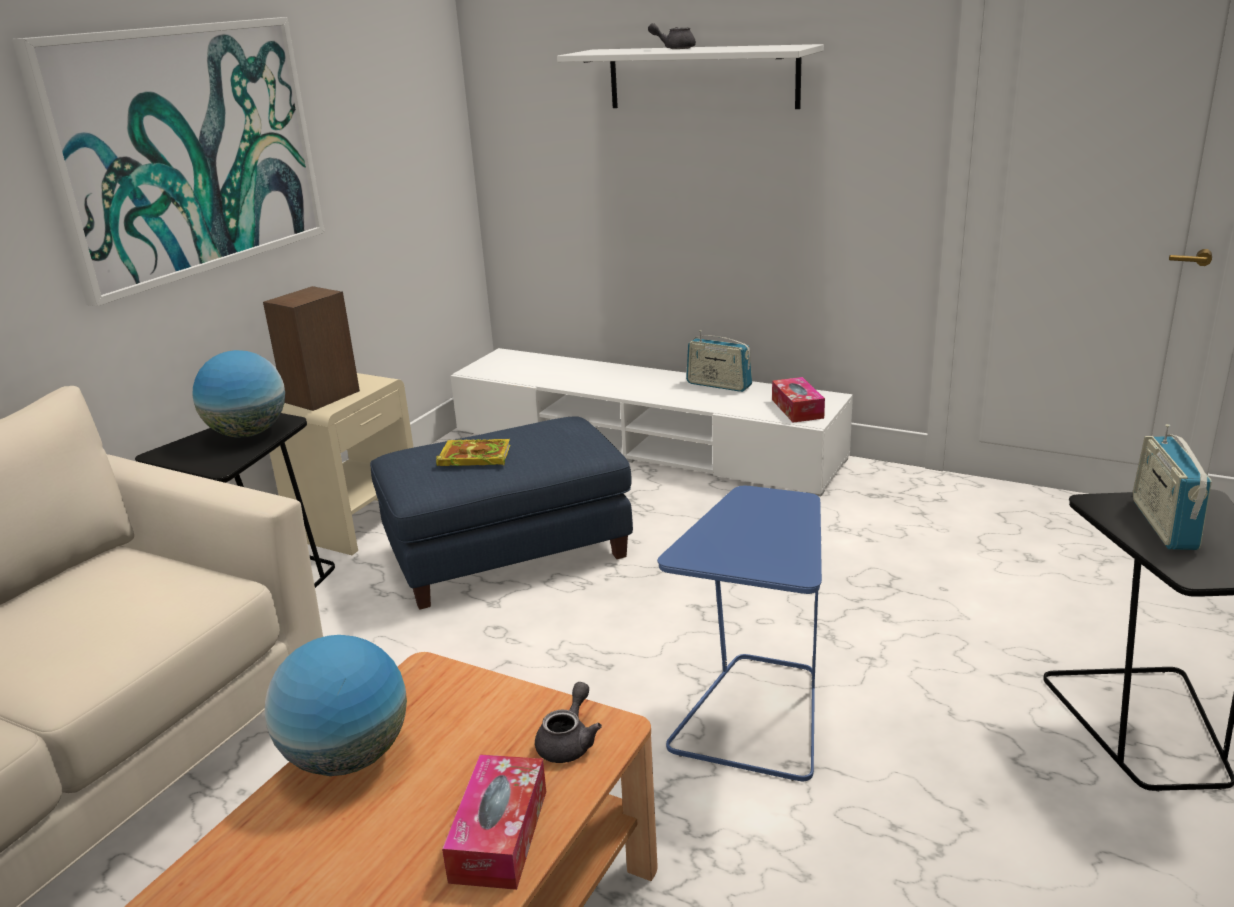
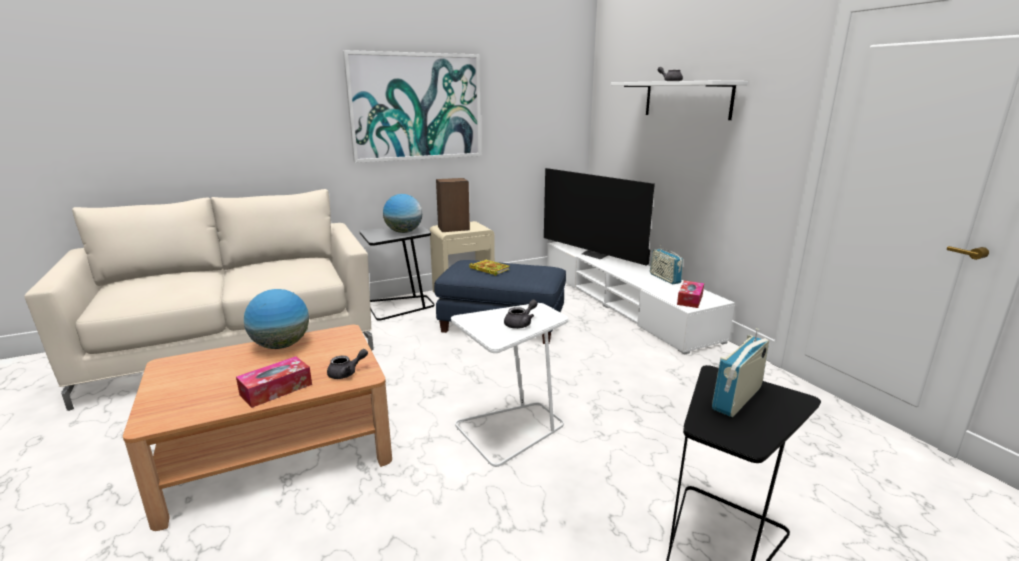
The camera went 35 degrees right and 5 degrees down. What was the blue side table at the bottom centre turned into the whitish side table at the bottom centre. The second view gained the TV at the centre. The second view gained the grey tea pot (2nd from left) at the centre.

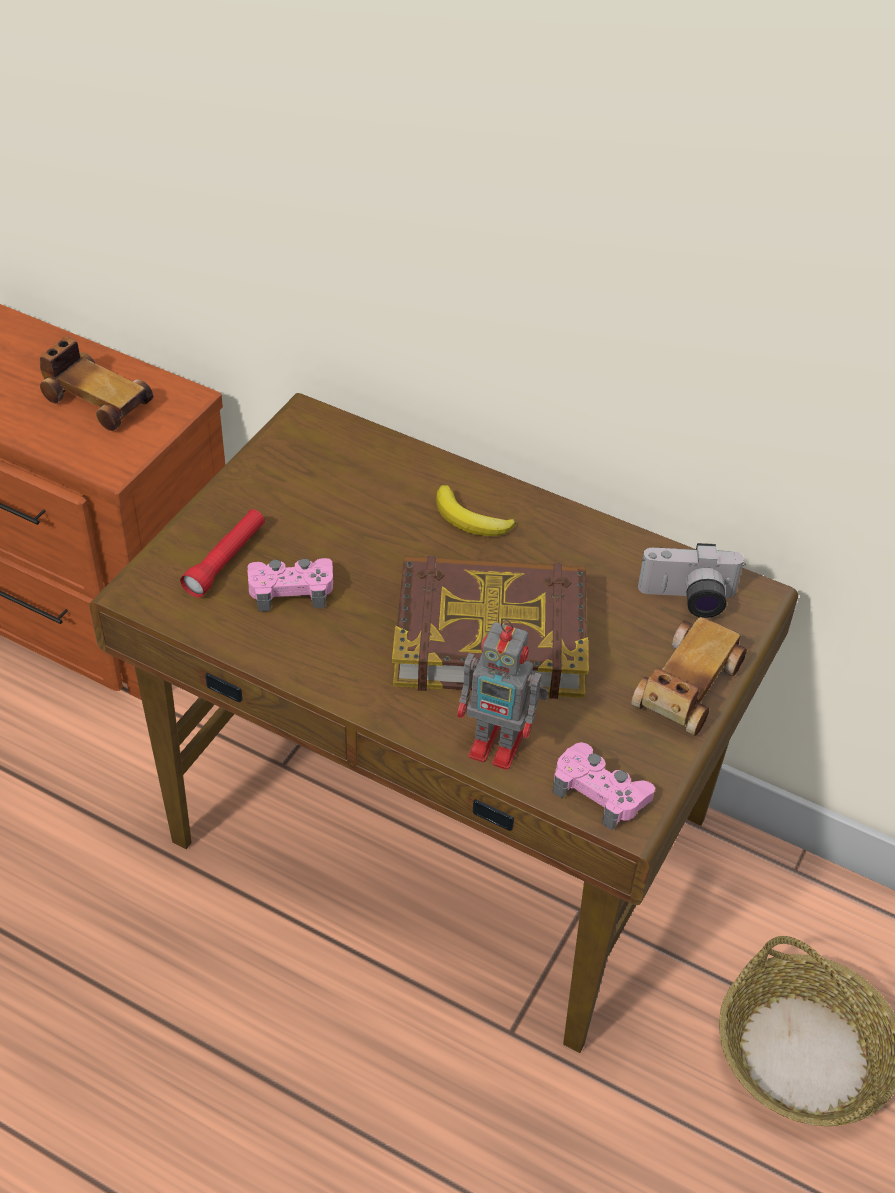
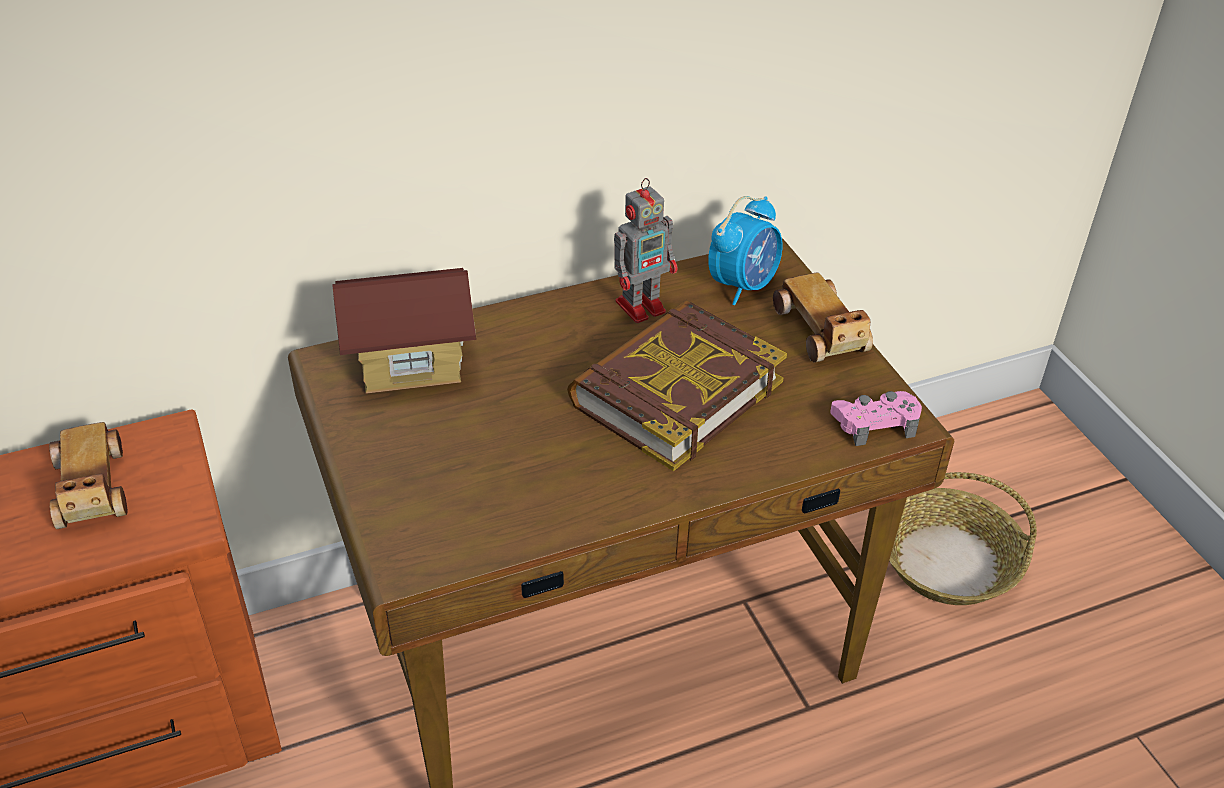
The camera went 50 degrees left and 5 degrees down. The model car (1st from left) at the top left ended up facing another way, 90 degrees counterclockwise from before. The second view lost the banana at the centre. The second view lost the reddish hand torch at the middle left. Where the still camera stood at the middle right, the bedside clock came to stand at the top centre. The second view lost the pink-coloured joypad (1st from left) at the middle left. The toy robot ended up elsewhere, having gone from the centre to the top centre. The second view gained the model house at the middle left.

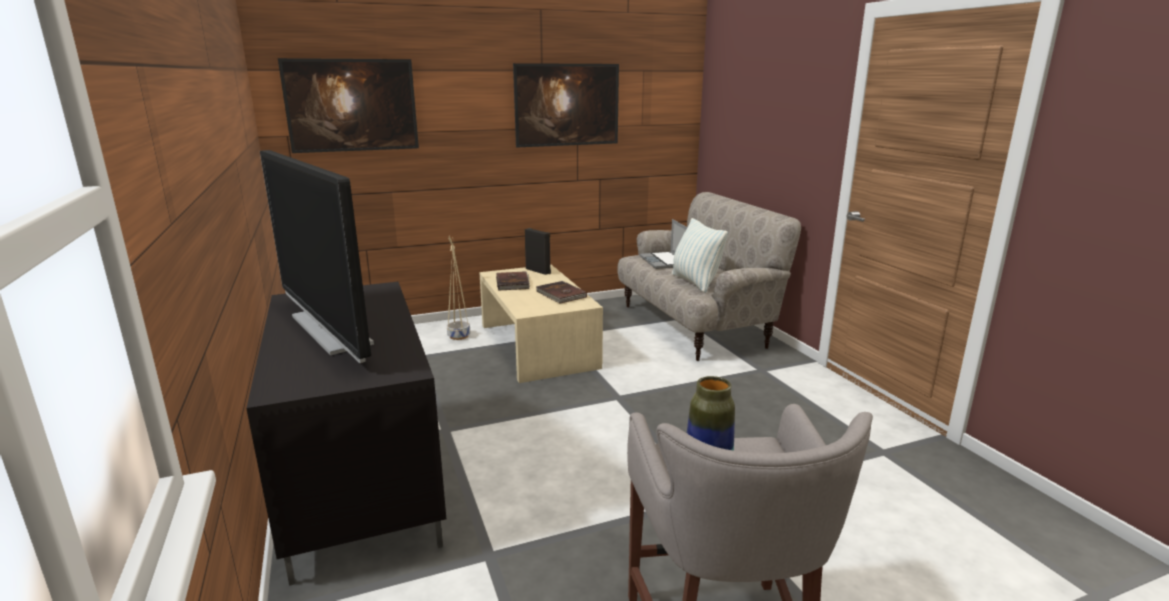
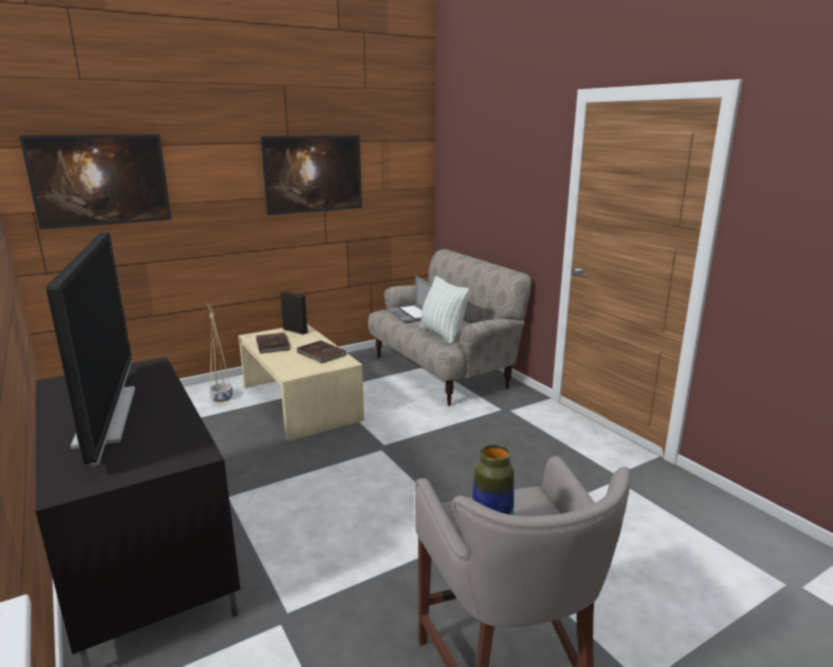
The camera went 10 degrees left and 0 degrees up. The TV at the middle left ended up facing another way, 150 degrees counterclockwise from before.

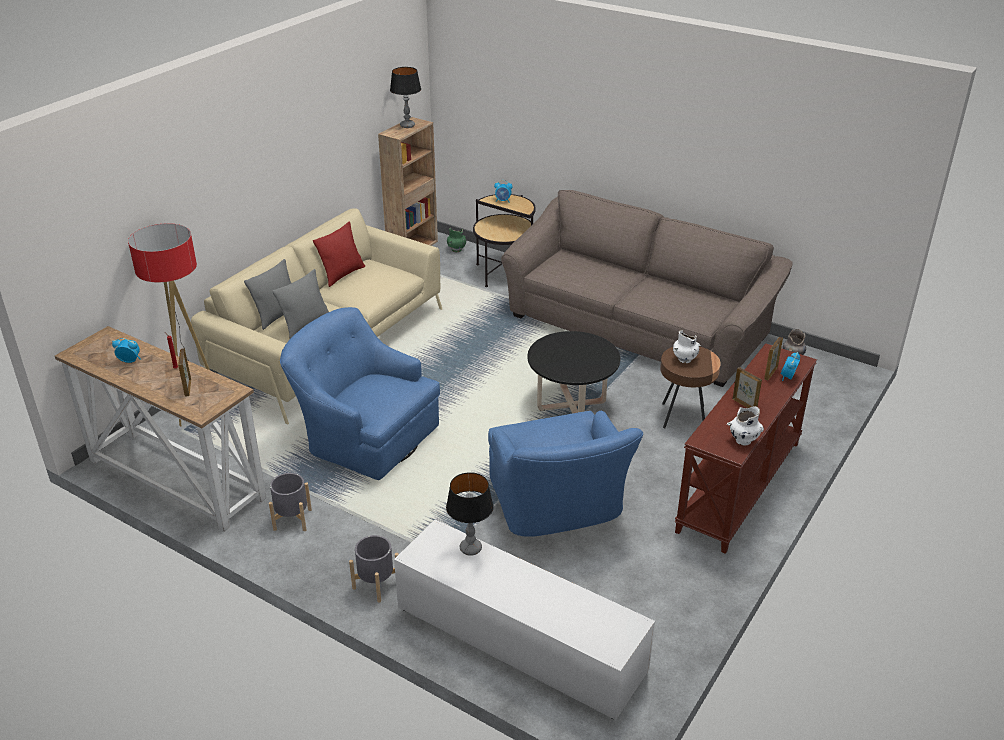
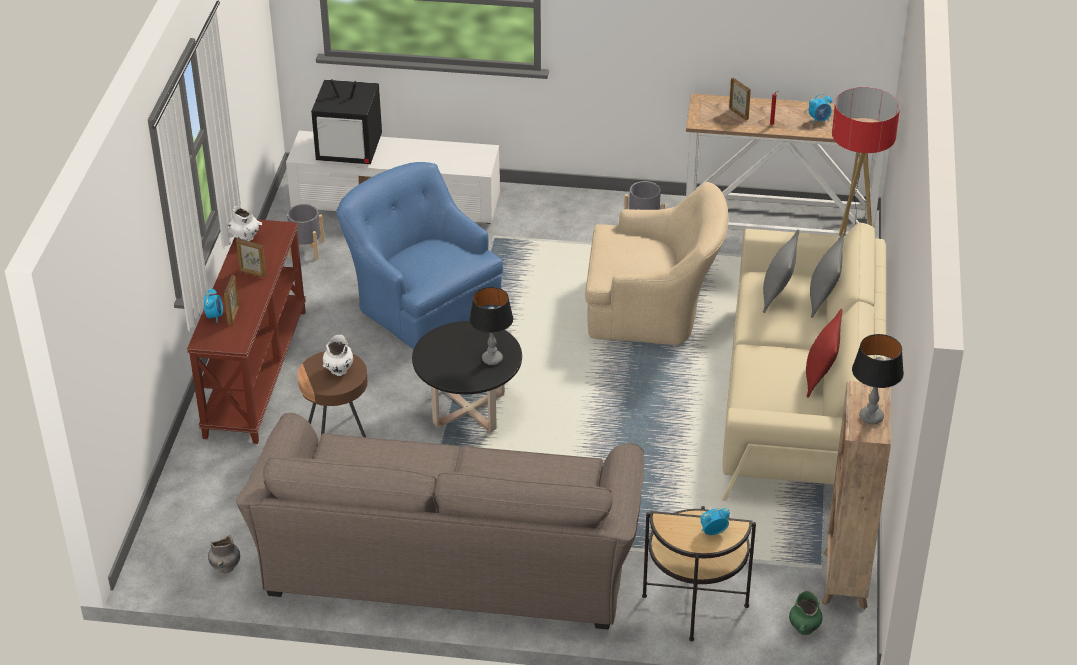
The camera went 155 degrees right and 5 degrees up. What was the blue easy chair (1st from left) at the centre turned into the beige-coloured easy chair at the centre. The table lamp (2nd from left in the first image) ended up elsewhere, having gone from the bottom centre to the centre. The grey plant pot (2nd from left in the first image) ended up elsewhere, having gone from the bottom centre to the middle left. The second view gained the TV at the top left.

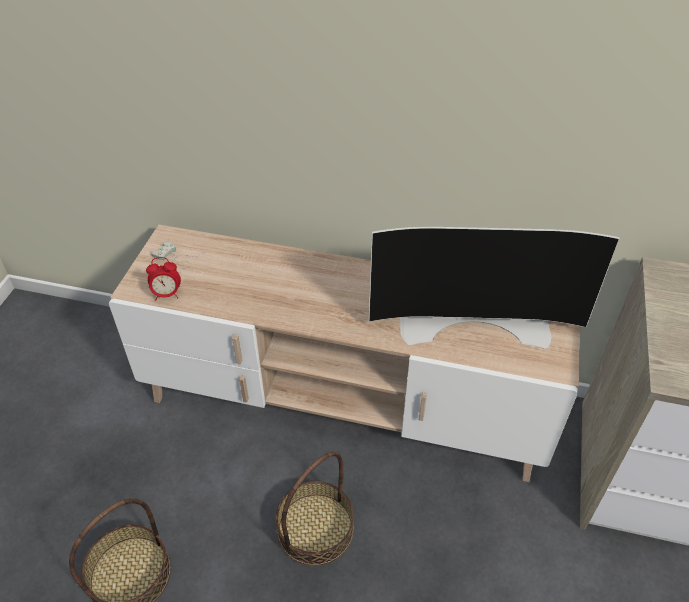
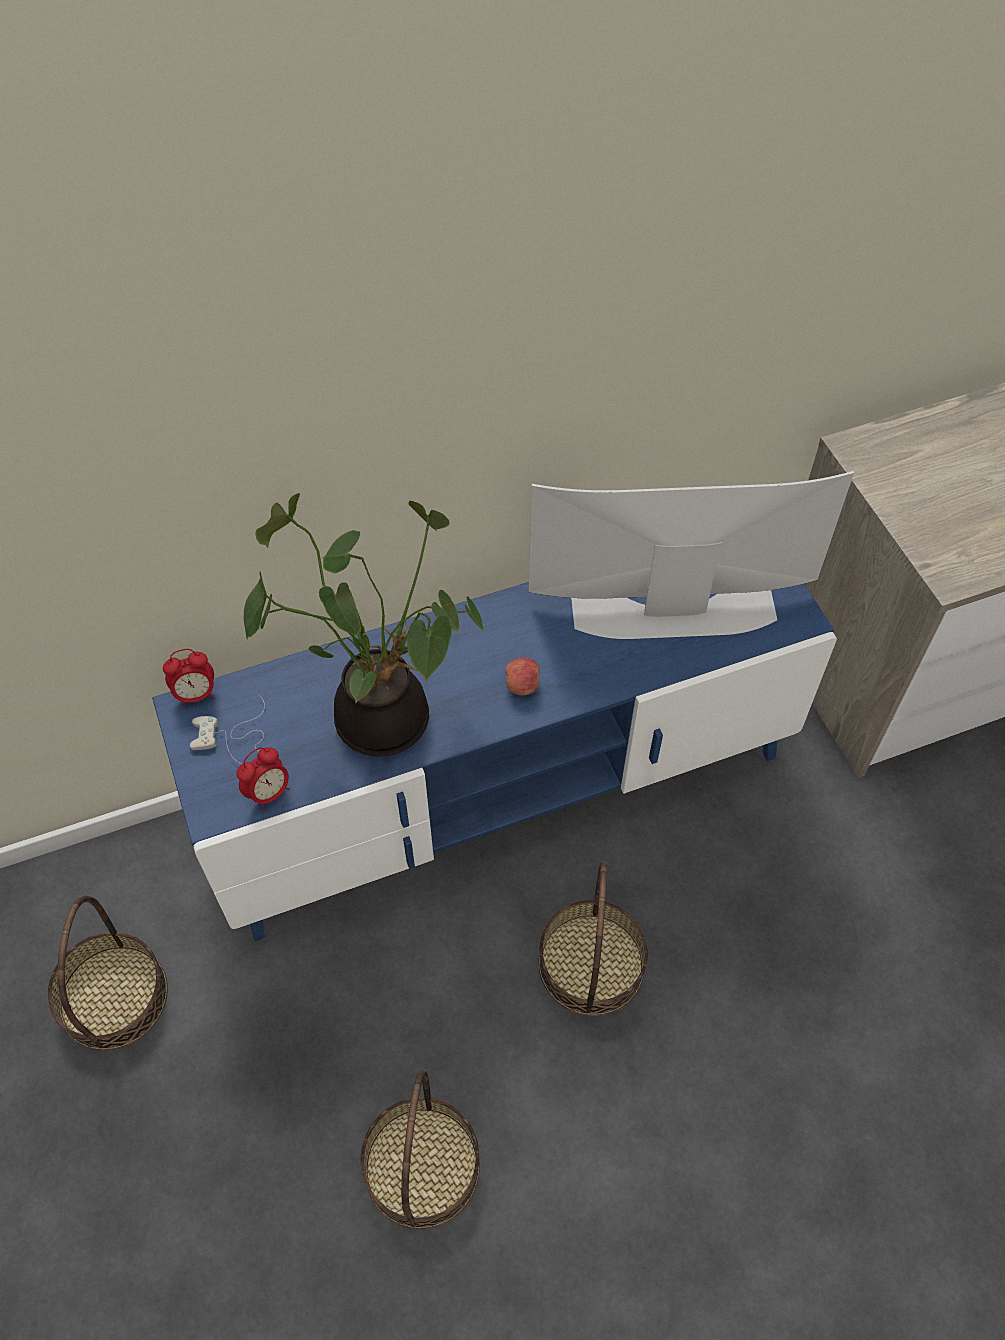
The camera went 35 degrees left and 10 degrees up. What was the beige-coloured tv stand at the centre turned into the blue tv stand at the centre. The TV at the middle right ended up facing another way, 150 degrees counterclockwise from before. The second view gained the houseplant at the centre. The second view gained the bedside clock (1st from left) at the middle left. The second view gained the apple at the centre. The second view gained the basket (1st from left) at the bottom left.

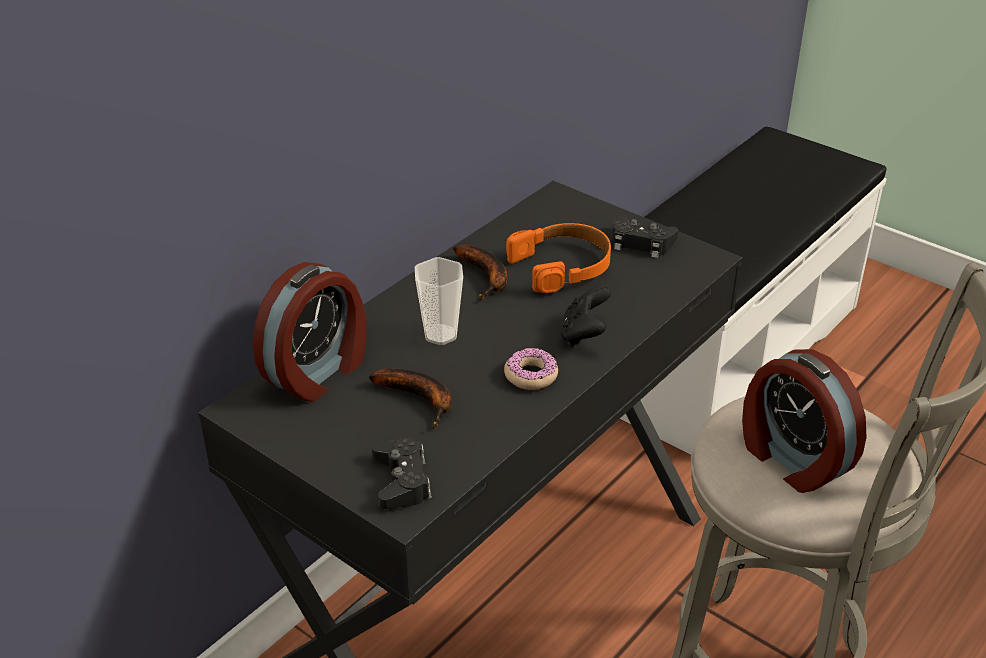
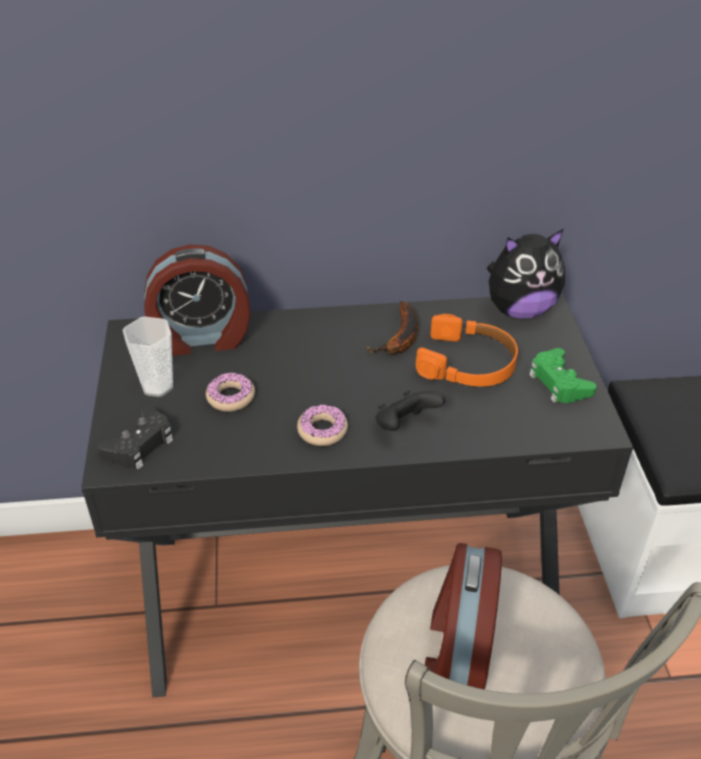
The camera went 45 degrees right and 5 degrees up. What was the blackish joypad (3rd from left) at the centre turned into the greenish joypad at the middle right. The drinking cup ended up elsewhere, having gone from the centre to the middle left. Where the banana (1st from left) stood at the centre, the donut (1st from left) came to stand at the middle left. The second view gained the cuddly toy at the middle right.

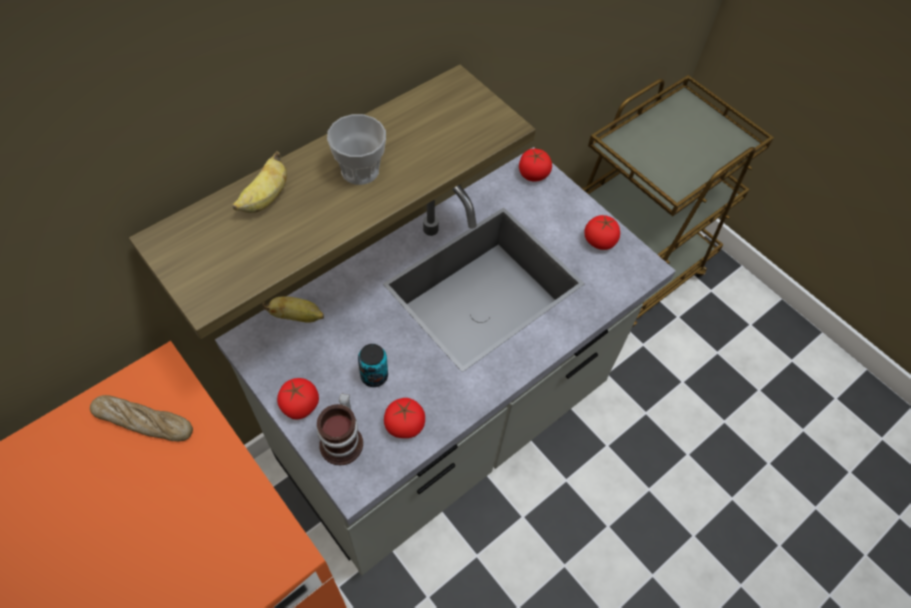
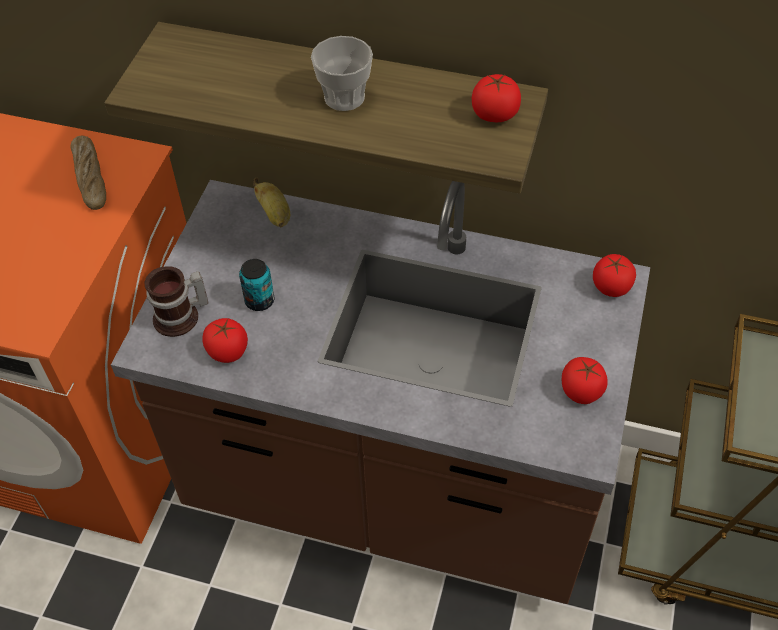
The camera went 60 degrees right and 5 degrees down. What was the grey kitchen base unit at the centre turned into the brownish kitchen base unit at the centre. The second view lost the banana (1st from left) at the top left. The tomato (1st from left in the first image) ended up elsewhere, having gone from the middle left to the top centre.

